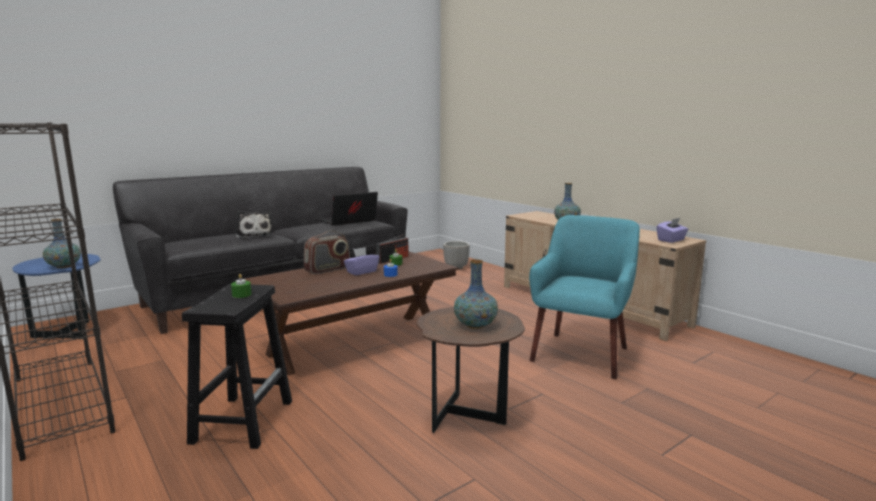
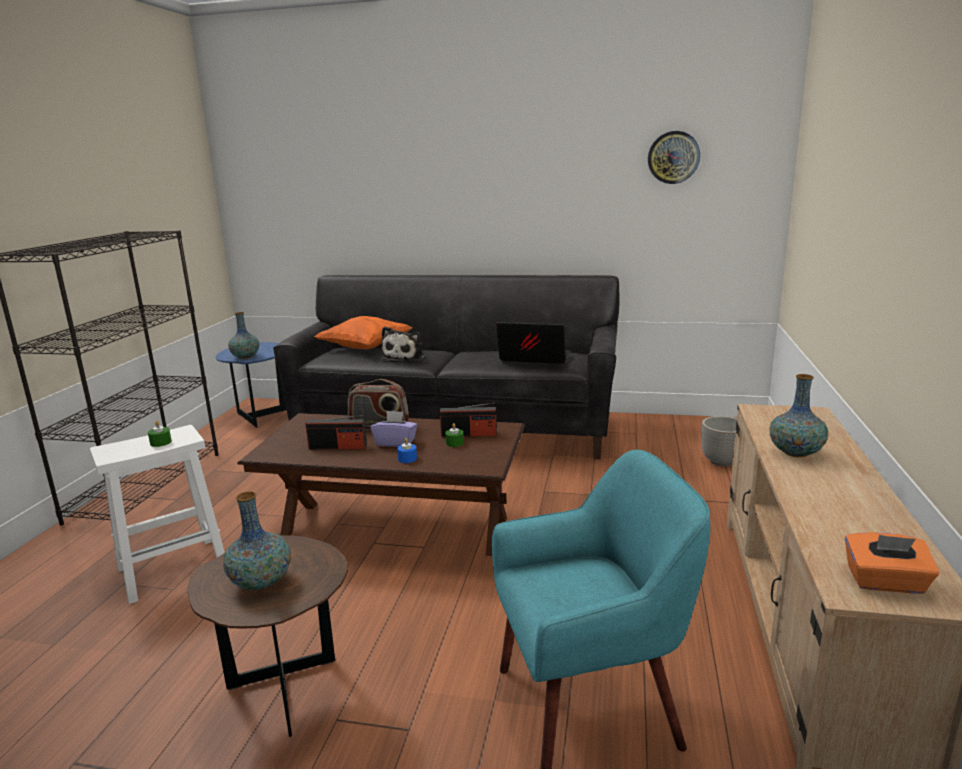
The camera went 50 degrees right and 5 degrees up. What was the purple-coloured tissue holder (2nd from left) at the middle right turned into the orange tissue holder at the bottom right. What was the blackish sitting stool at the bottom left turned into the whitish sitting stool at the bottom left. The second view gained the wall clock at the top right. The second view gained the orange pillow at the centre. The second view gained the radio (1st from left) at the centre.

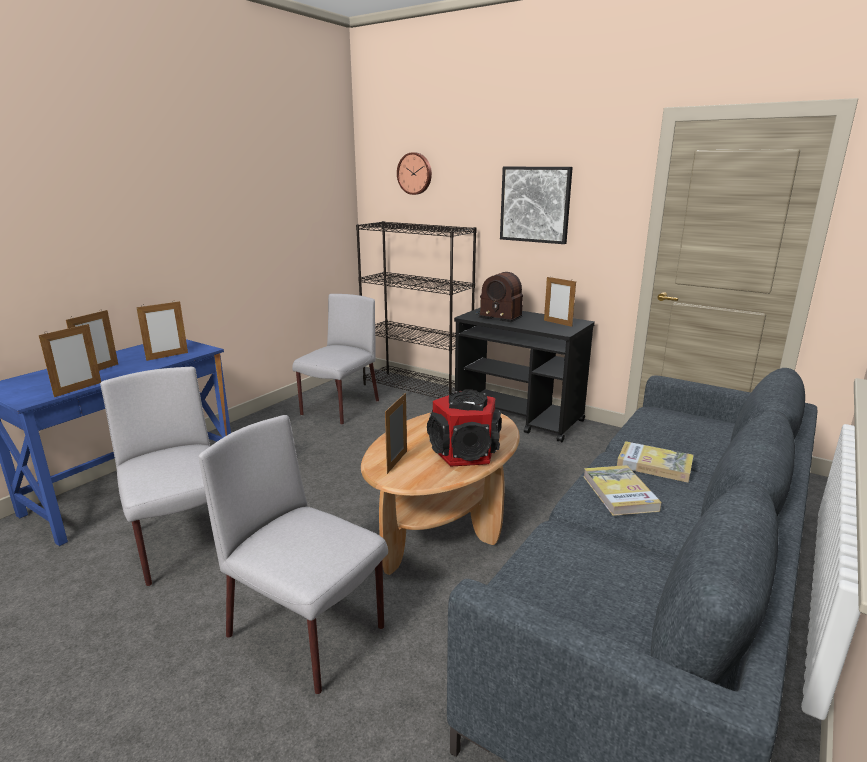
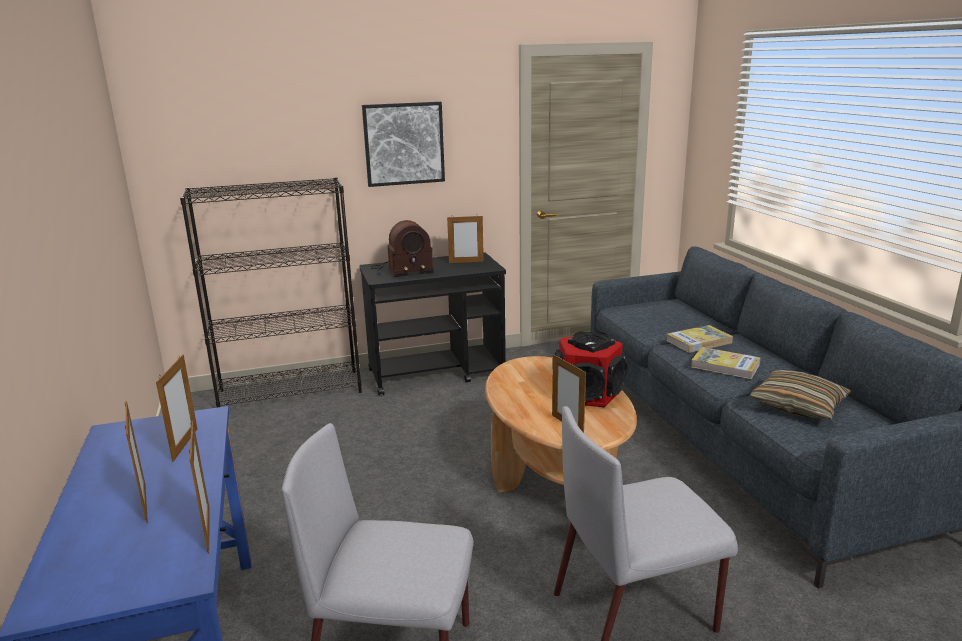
The camera went 50 degrees left and 0 degrees up. The second view lost the wall clock at the top centre. The second view lost the grey plain chair (3rd from left) at the centre. The second view gained the pillow at the middle right.

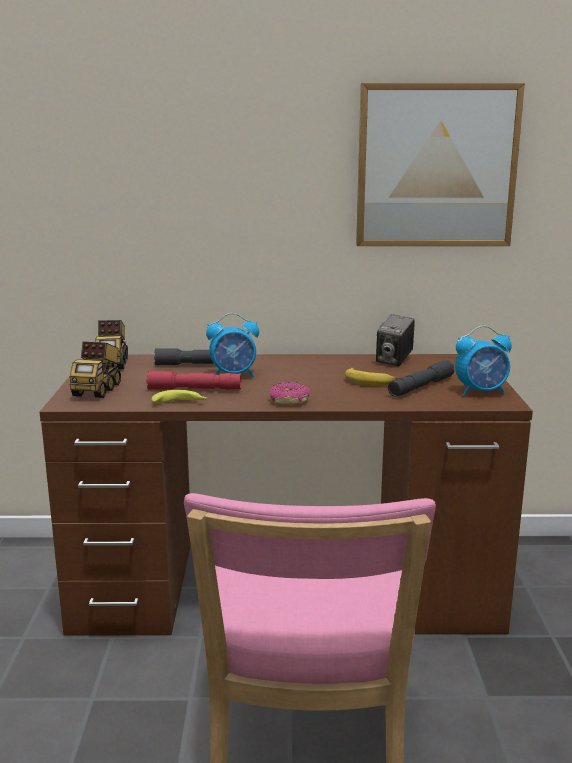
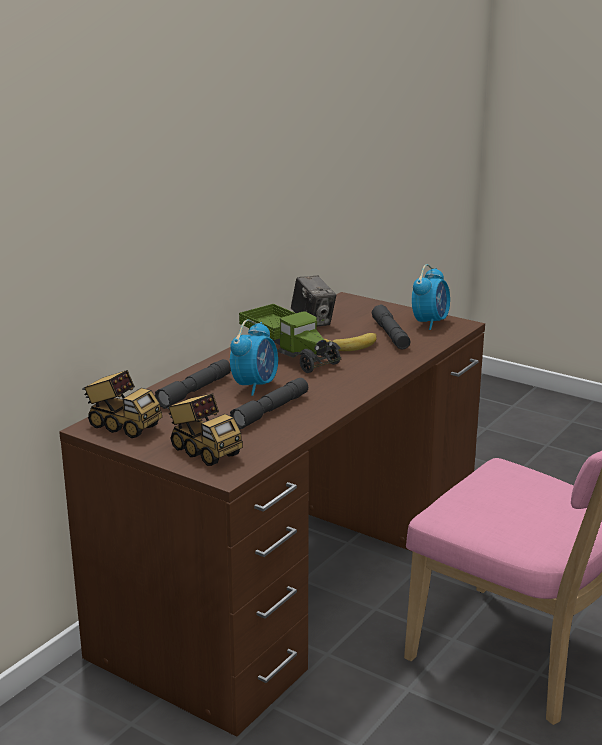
The camera went 55 degrees left and 5 degrees up. The second view lost the wall picture at the top right. What was the reddish hand torch at the centre turned into the grey hand torch (2nd from left) at the centre. The second view lost the donut at the centre. The second view lost the banana (1st from left) at the middle left. The second view gained the toy truck (3rd from left) at the centre.

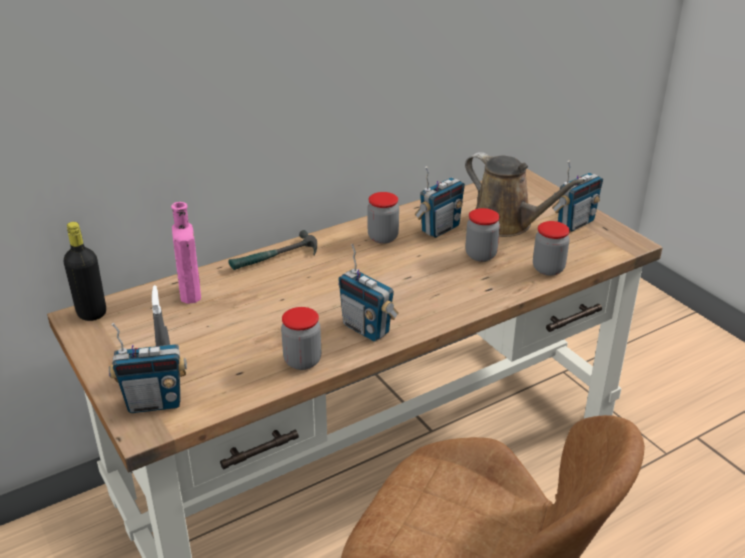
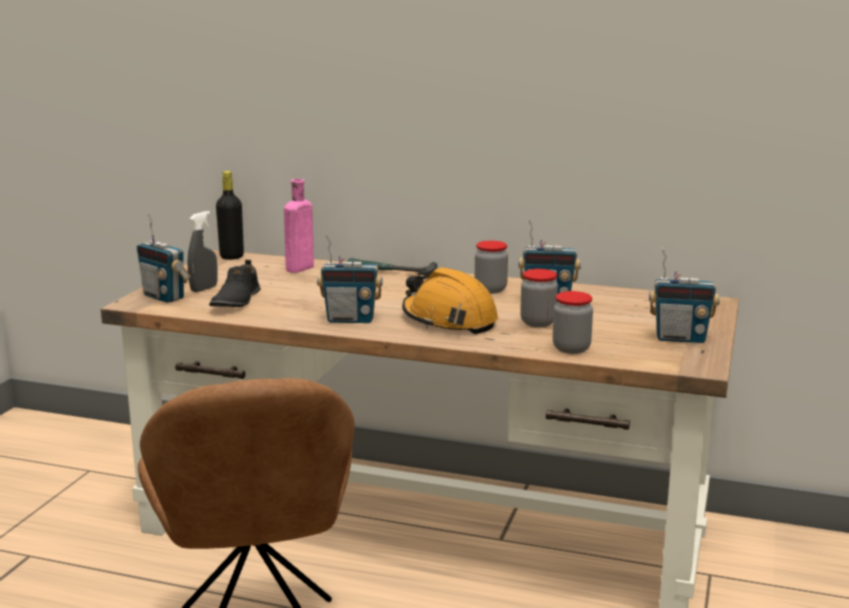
The camera went 50 degrees right and 15 degrees down. The second view lost the brownish watering can at the middle right. The radio (2nd from left) at the centre ended up facing another way, 90 degrees counterclockwise from before. The second view lost the storage jar (1st from left) at the centre. The second view gained the blackish shoe at the middle left. The second view gained the orange hard hat at the centre.

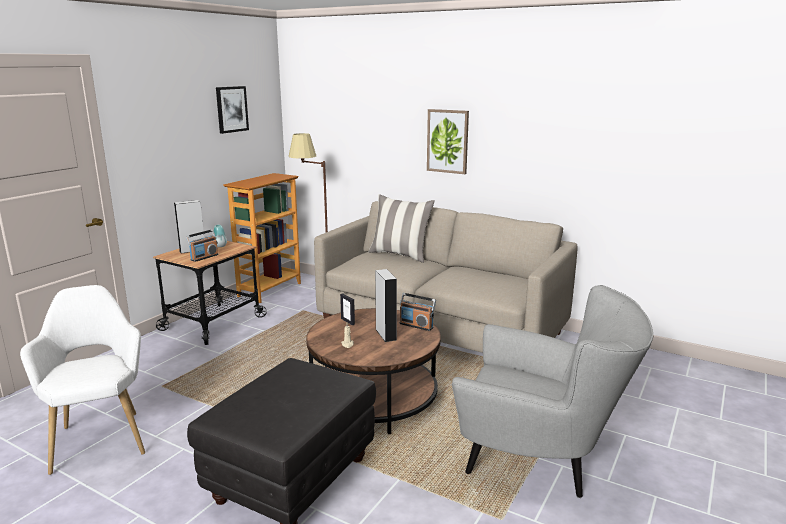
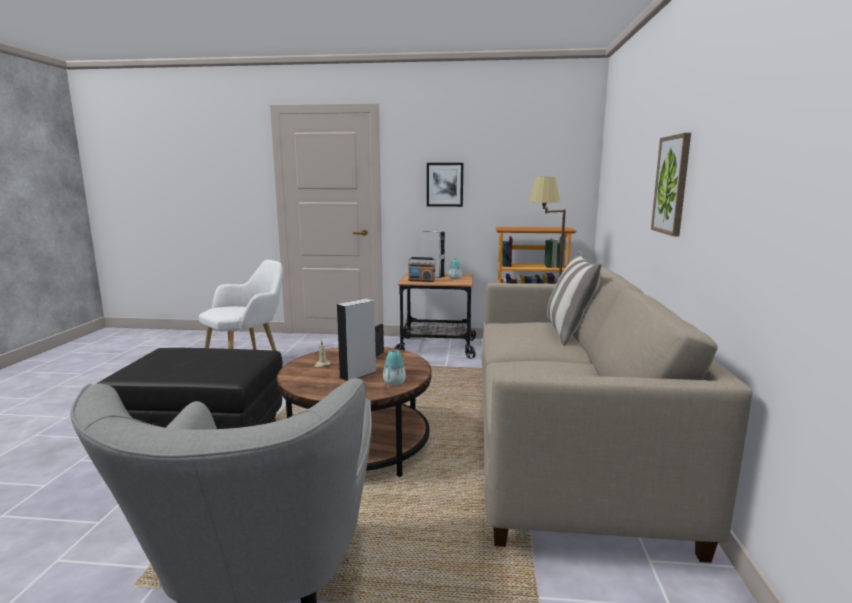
The camera went 65 degrees right and 5 degrees down. The wall picture (1st from left) ended up elsewhere, having gone from the top left to the top centre. Where the radio (2nd from left) stood at the centre, the decorative vase (1st from left) came to stand at the centre.

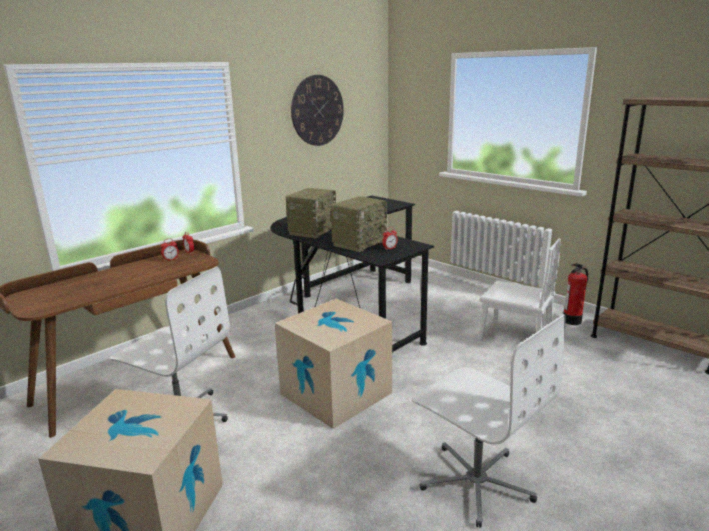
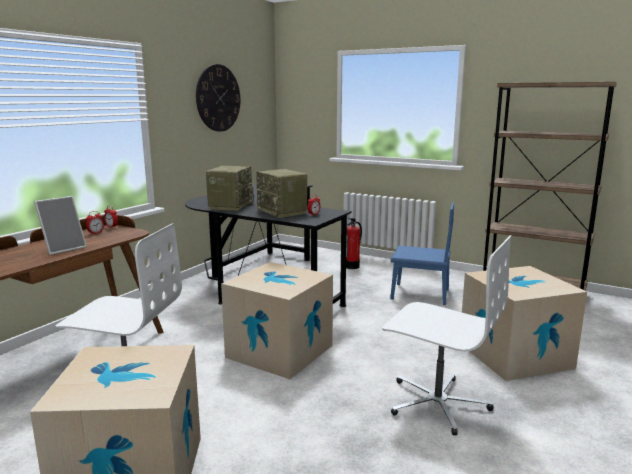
The camera went 15 degrees left and 5 degrees down. The radio (2nd from left) at the centre ended up facing another way, 120 degrees clockwise from before. What was the whitish plain chair at the middle right turned into the blue plain chair at the middle right. The fire extinguisher ended up elsewhere, having gone from the middle right to the centre. The second view gained the photo frame at the middle left. The second view gained the packing box (3rd from left) at the bottom right.

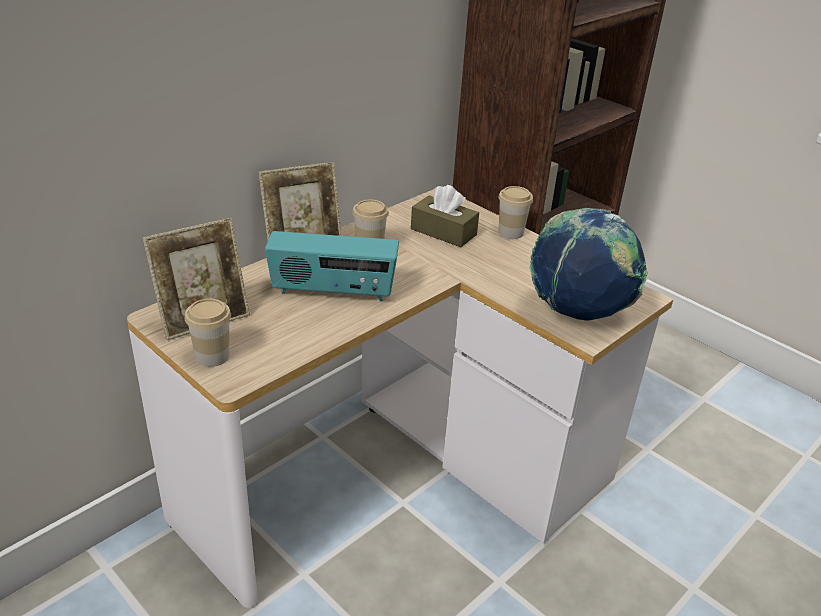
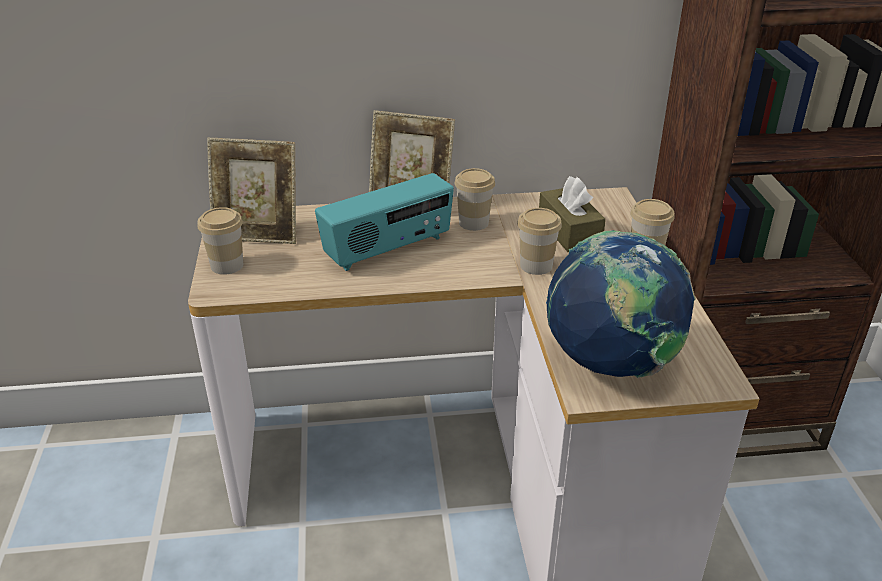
The camera went 40 degrees right and 0 degrees up. The radio at the centre ended up facing another way, 75 degrees counterclockwise from before. The second view gained the drinking cup (3rd from left) at the centre.

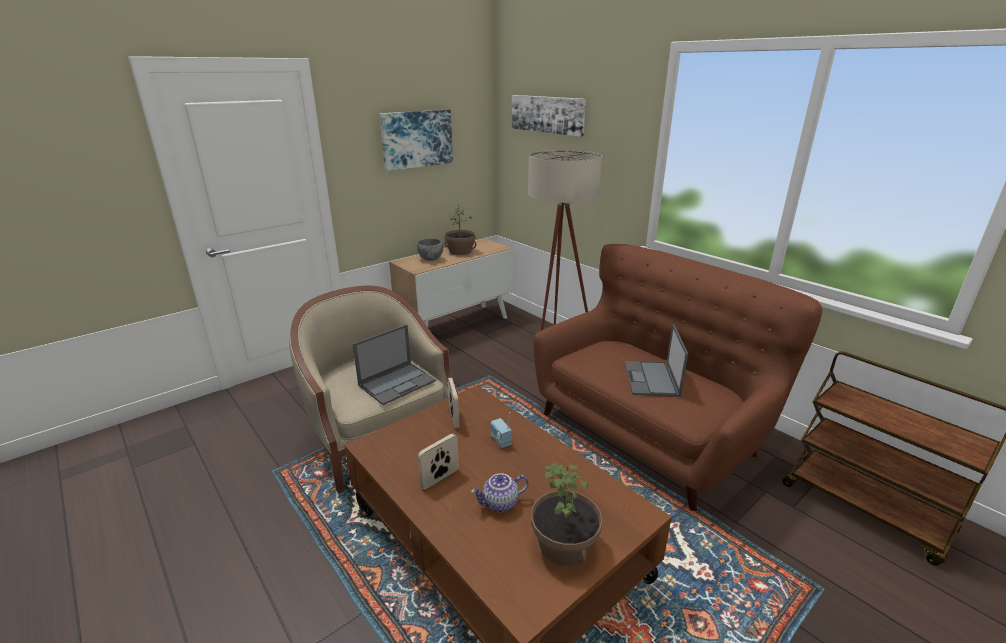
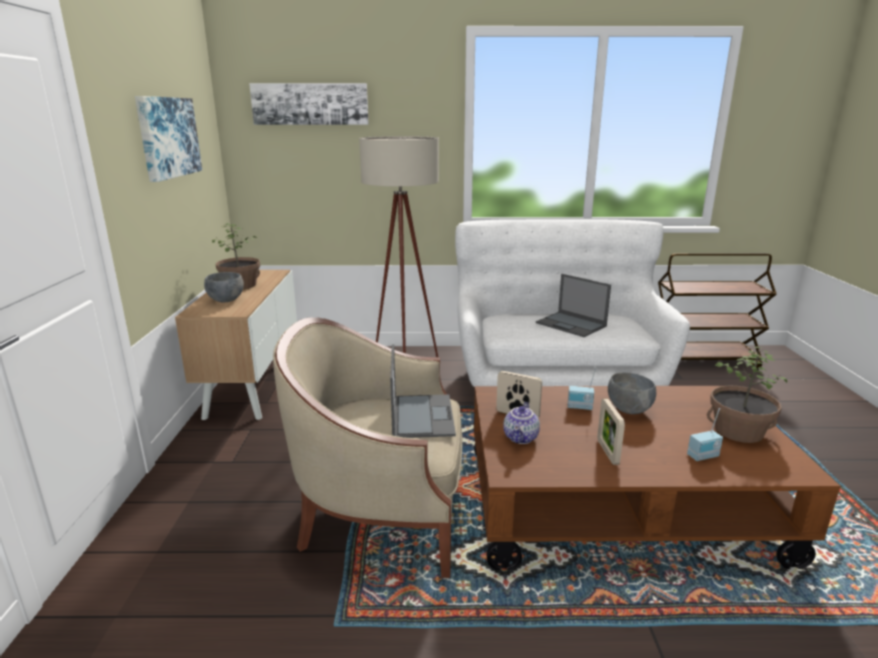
The camera went 50 degrees left and 5 degrees down. What was the brownish sofa at the middle right turned into the whitish sofa at the centre. The tea pot ended up elsewhere, having gone from the bottom centre to the centre. The second view gained the grey bowl (2nd from left) at the middle right. The second view gained the radio (2nd from left) at the middle right.

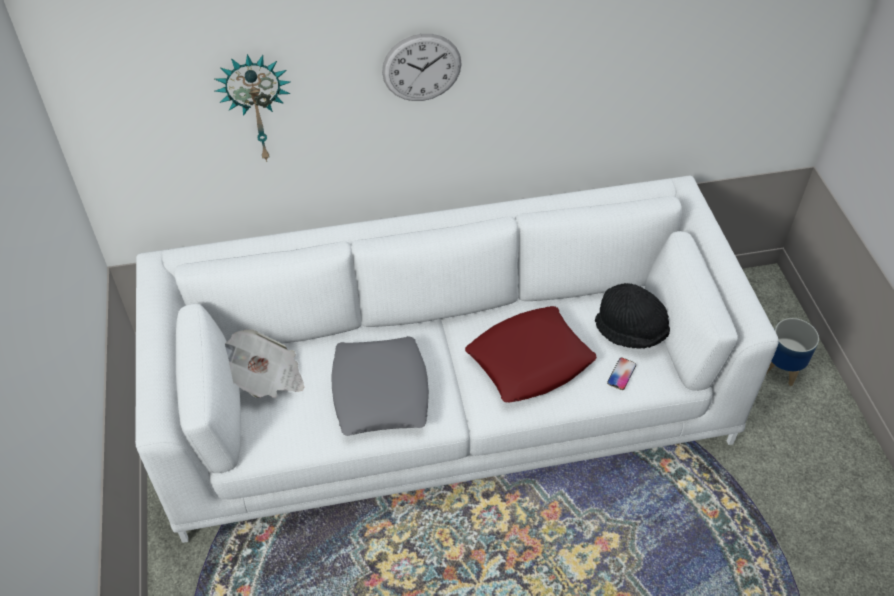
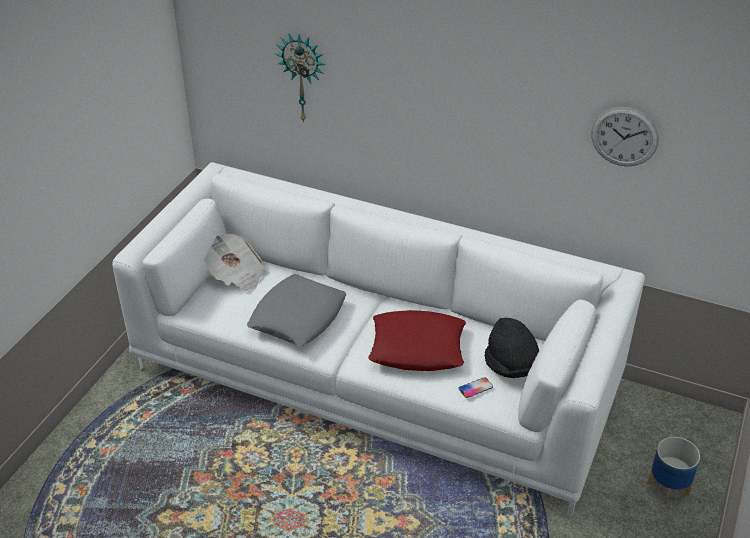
The camera went 35 degrees right and 10 degrees down. The wall clock (2nd from left) ended up elsewhere, having gone from the top centre to the top right.

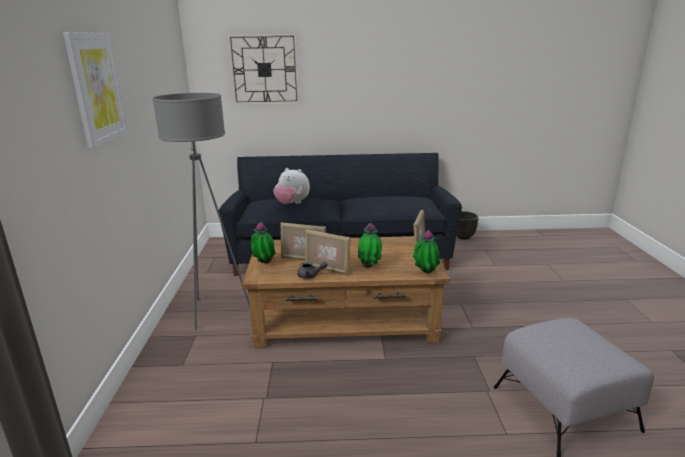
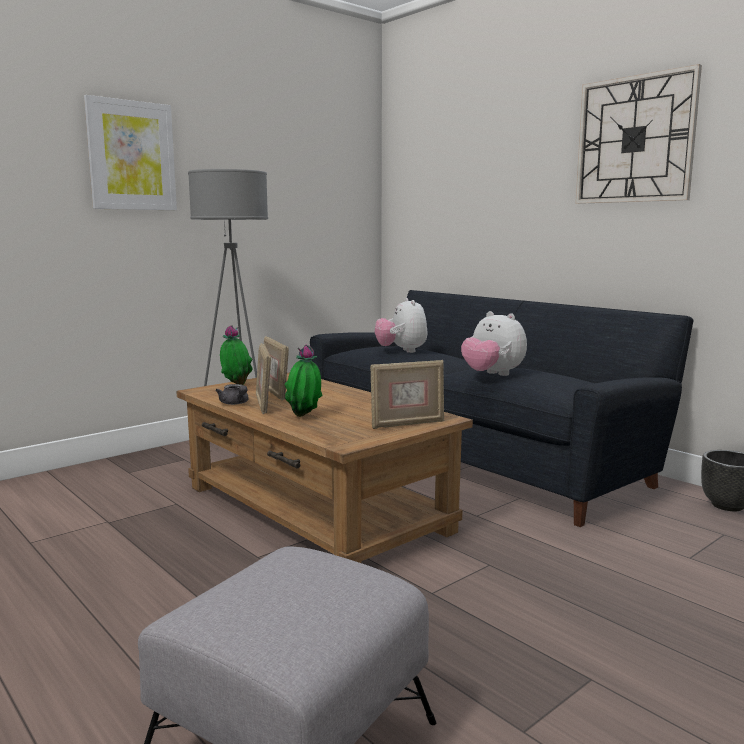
The camera went 50 degrees right and 10 degrees down. The wall clock ended up elsewhere, having gone from the top centre to the top right. The second view lost the houseplant (3rd from left) at the centre. The second view gained the cuddly toy (2nd from left) at the centre.

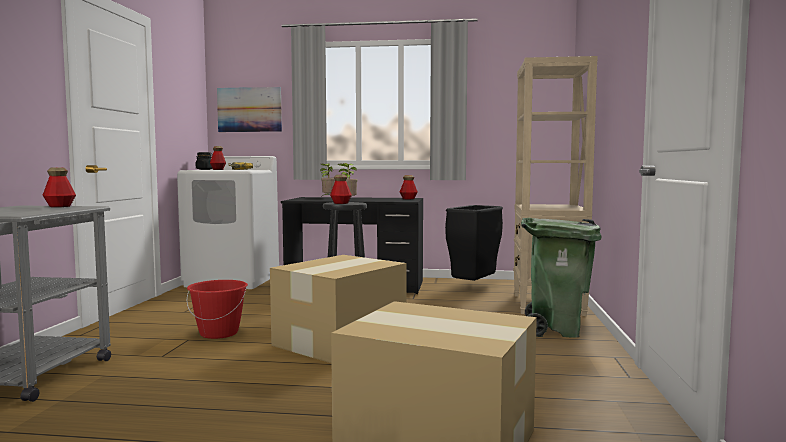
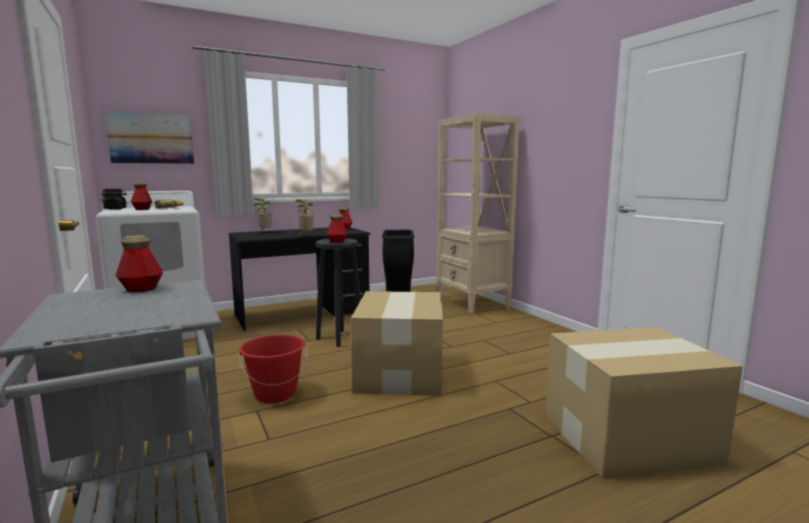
The camera went 35 degrees left and 5 degrees up. The second view lost the greenish waste bin at the middle right.

